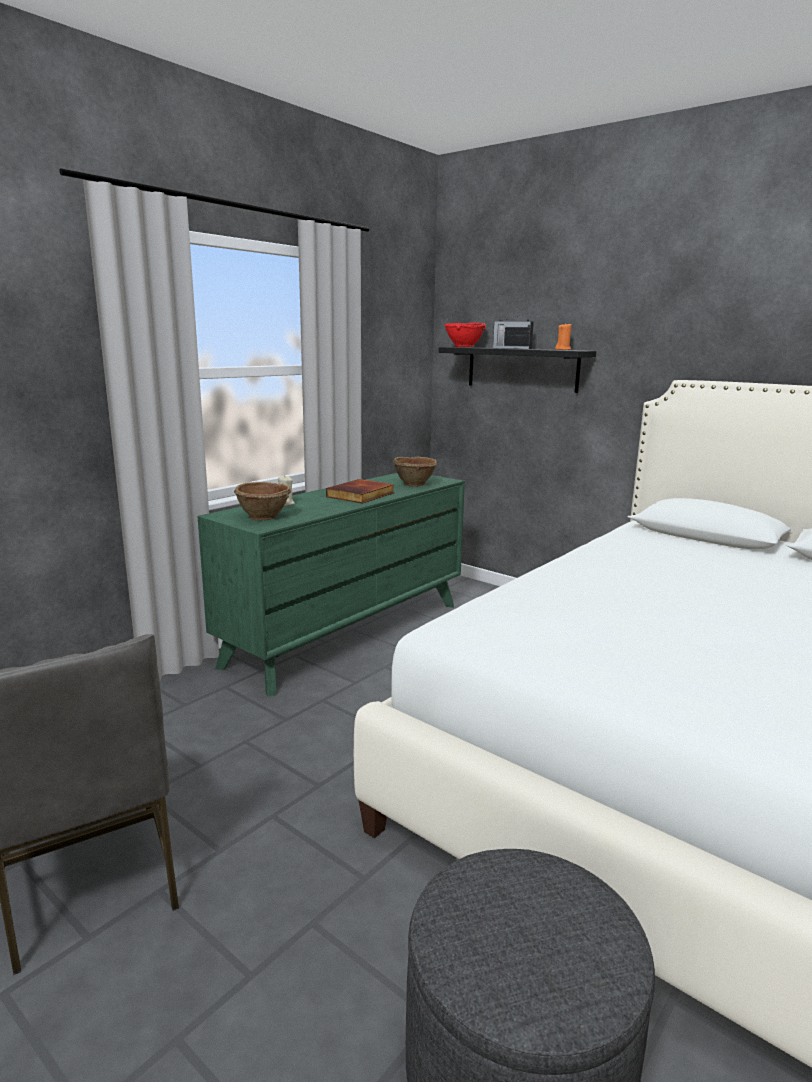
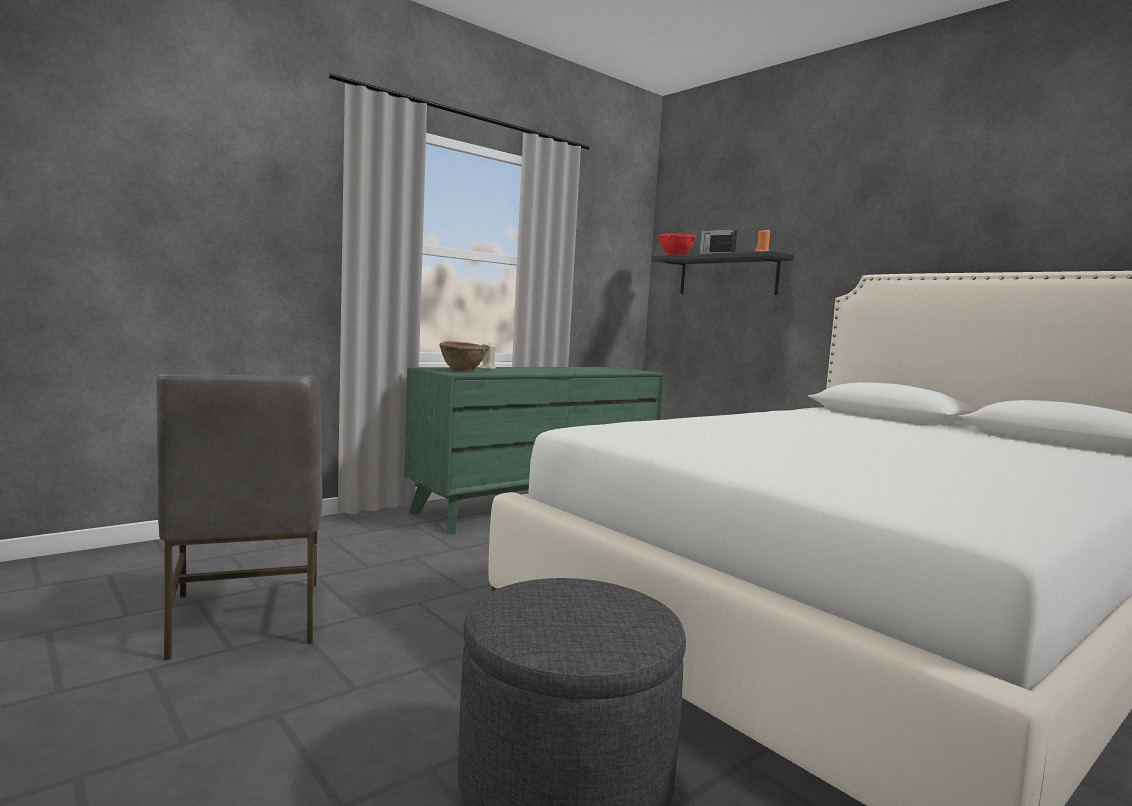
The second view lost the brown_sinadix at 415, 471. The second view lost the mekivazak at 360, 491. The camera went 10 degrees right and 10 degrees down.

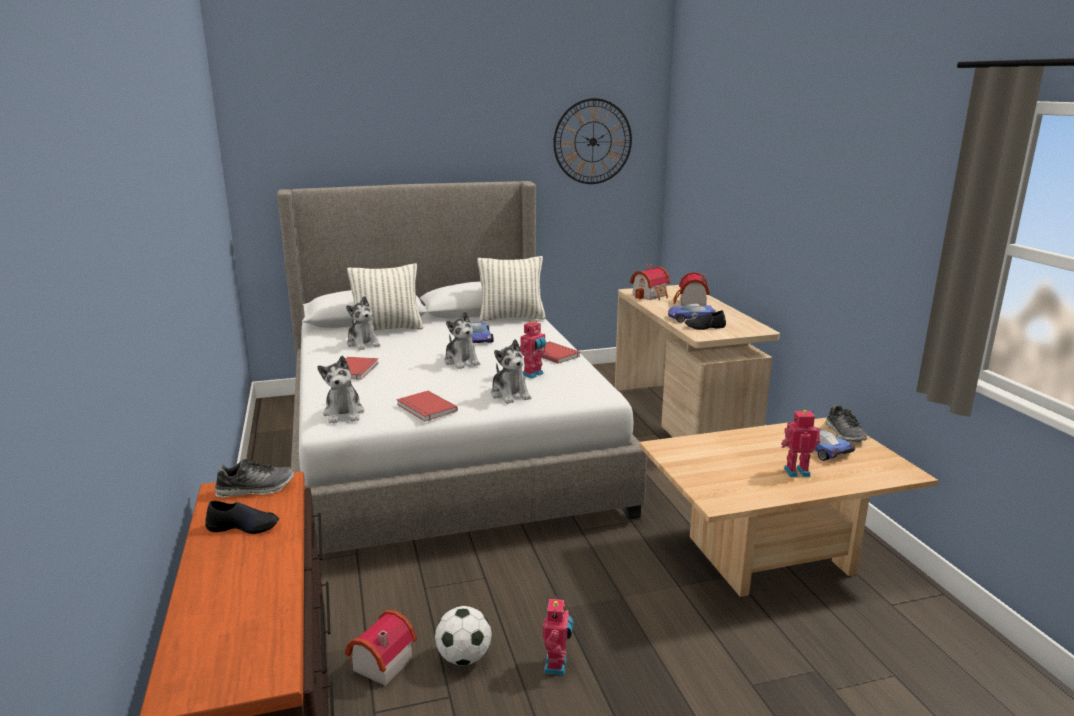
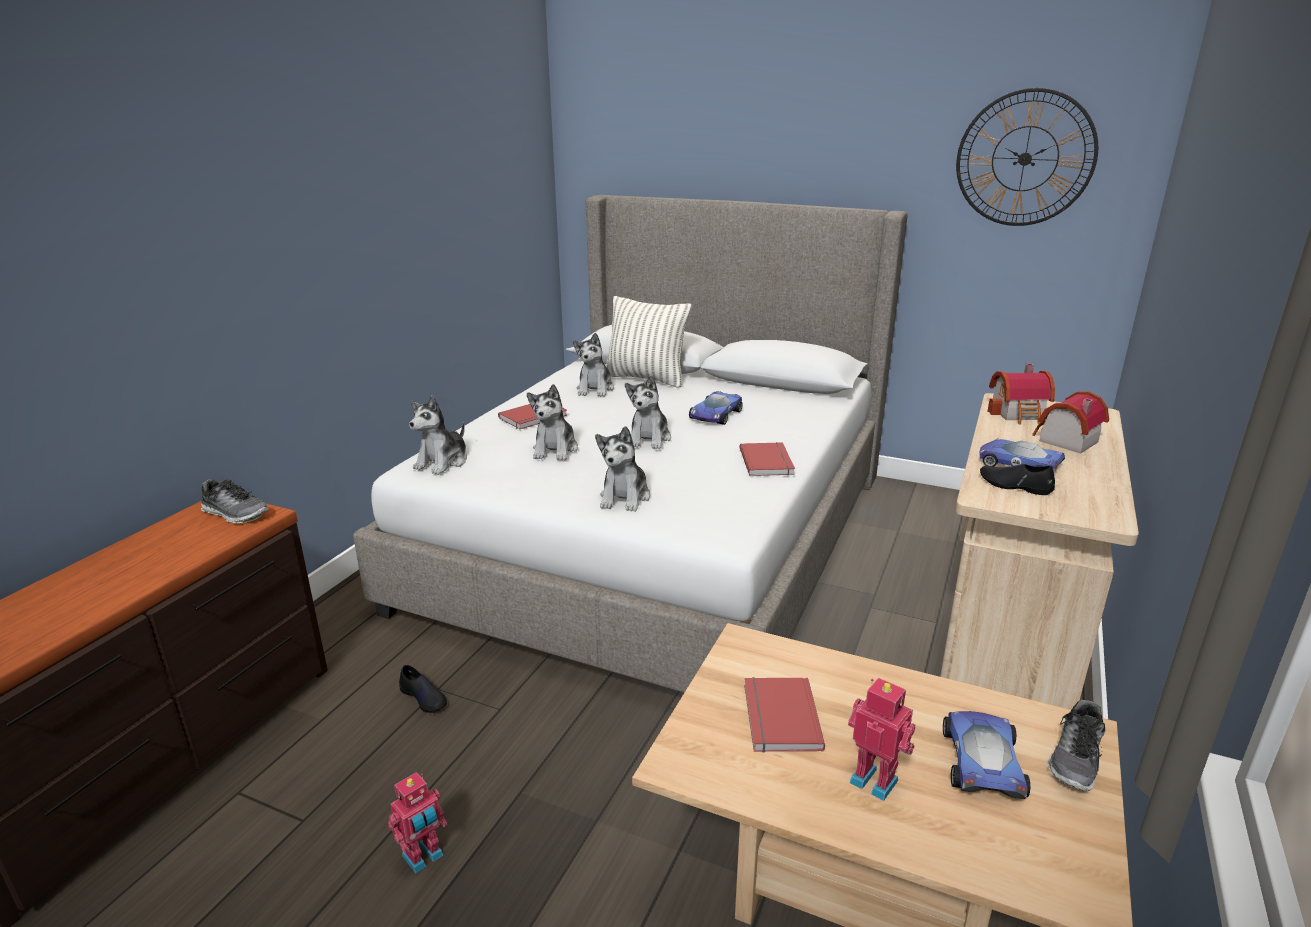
The second view lost the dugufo at 511, 289. The second view lost the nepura at 533, 349. The red_mekivazak ended up elsewhere, having gone from 427, 406 to 784, 714. The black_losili ended up elsewhere, having gone from 242, 517 to 423, 689. The second view lost the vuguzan at 463, 636. The second view lost the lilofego at 381, 648. The second view gained the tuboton at 552, 422. The camera went 40 degrees right and 5 degrees up.

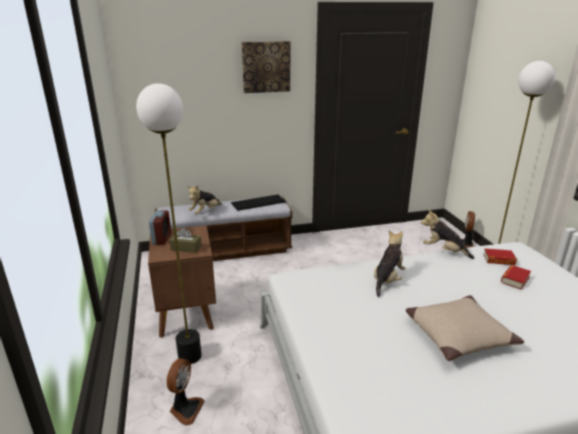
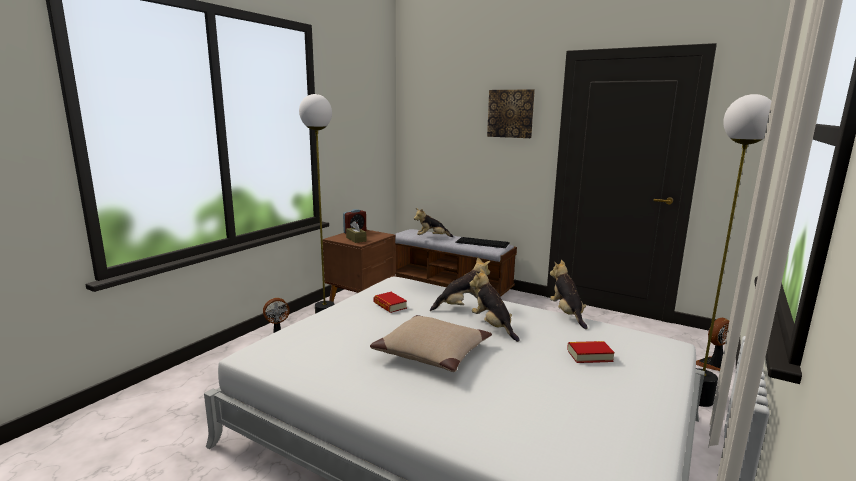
The mekivazak ended up elsewhere, having gone from 500, 257 to 390, 302. The second view gained the tuboton at 494, 305. The camera went 45 degrees right and 10 degrees down.

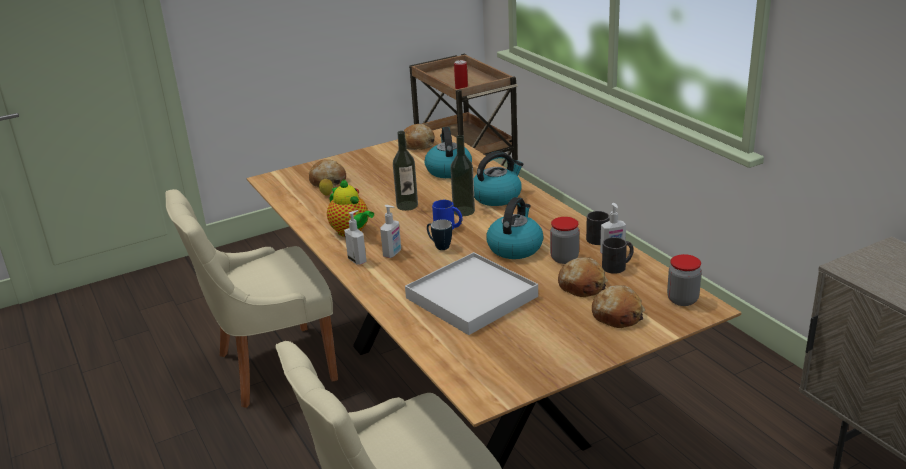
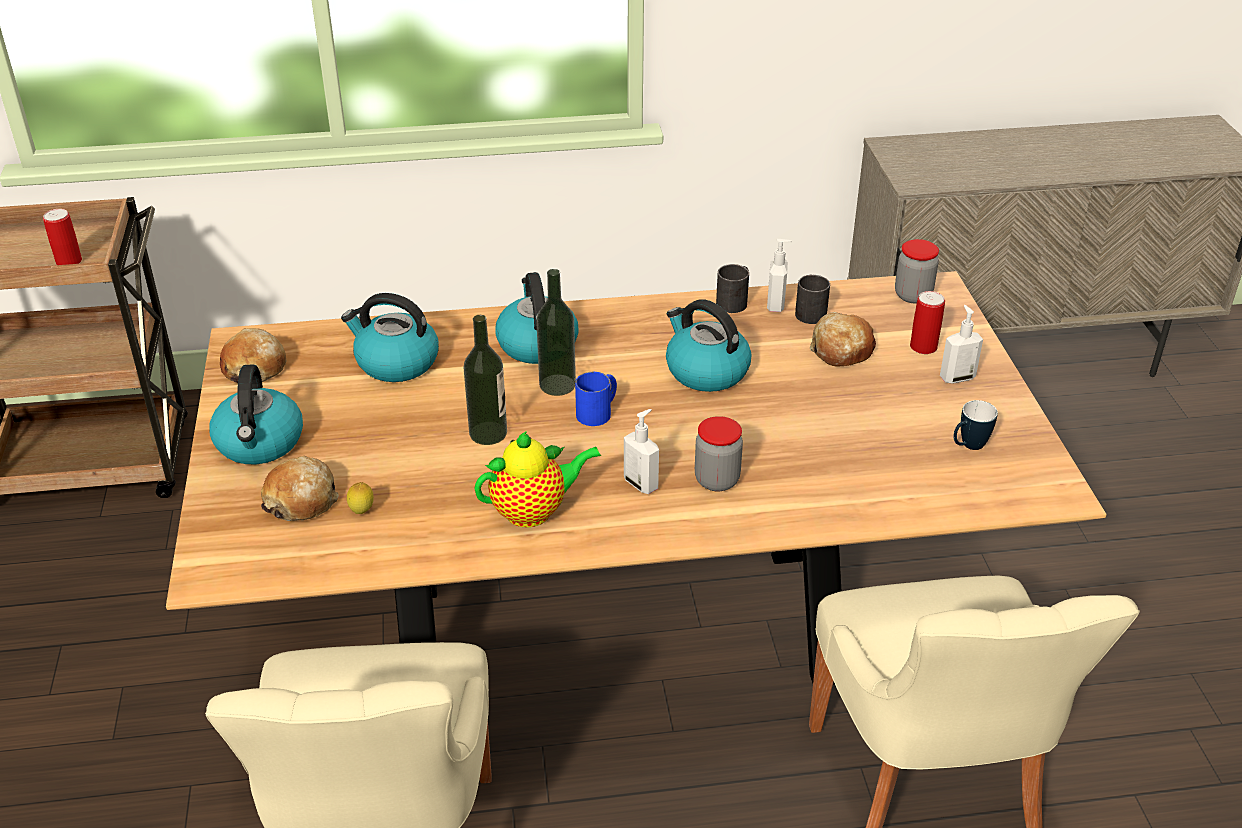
The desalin ended up elsewhere, having gone from 355, 237 to 961, 344. The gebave ended up elsewhere, having gone from 564, 240 to 719, 453. The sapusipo ended up elsewhere, having gone from 439, 234 to 976, 425. The second view lost the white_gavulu at 471, 293. Where the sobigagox stood at 618, 306, the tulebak came to stand at 927, 322. The second view gained the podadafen at 256, 414. The camera went 70 degrees left and 10 degrees up.

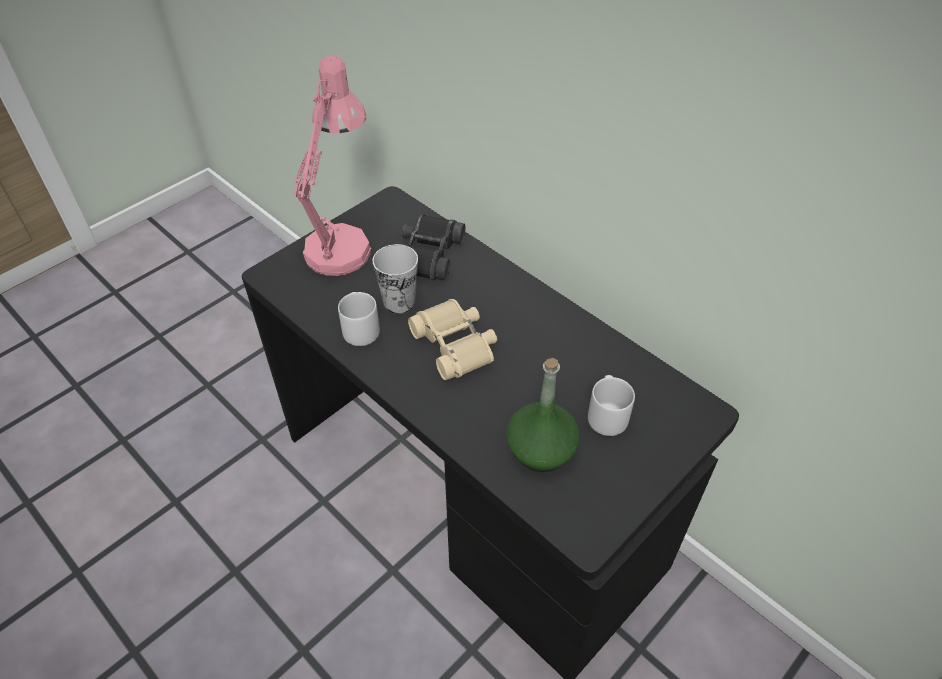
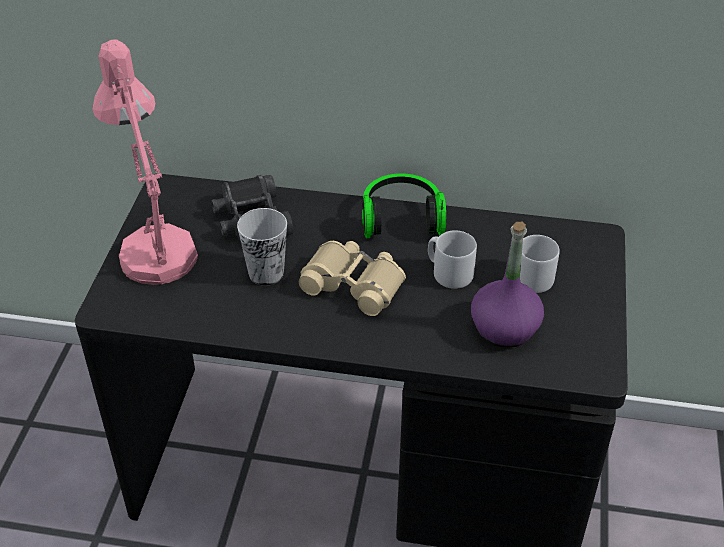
The grey_sapusipo ended up elsewhere, having gone from 359, 319 to 452, 259. What was the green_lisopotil at 543, 415 turned into the purple_lisopotil at 507, 285. The second view gained the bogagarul at 404, 205. The camera went 35 degrees left and 5 degrees down.

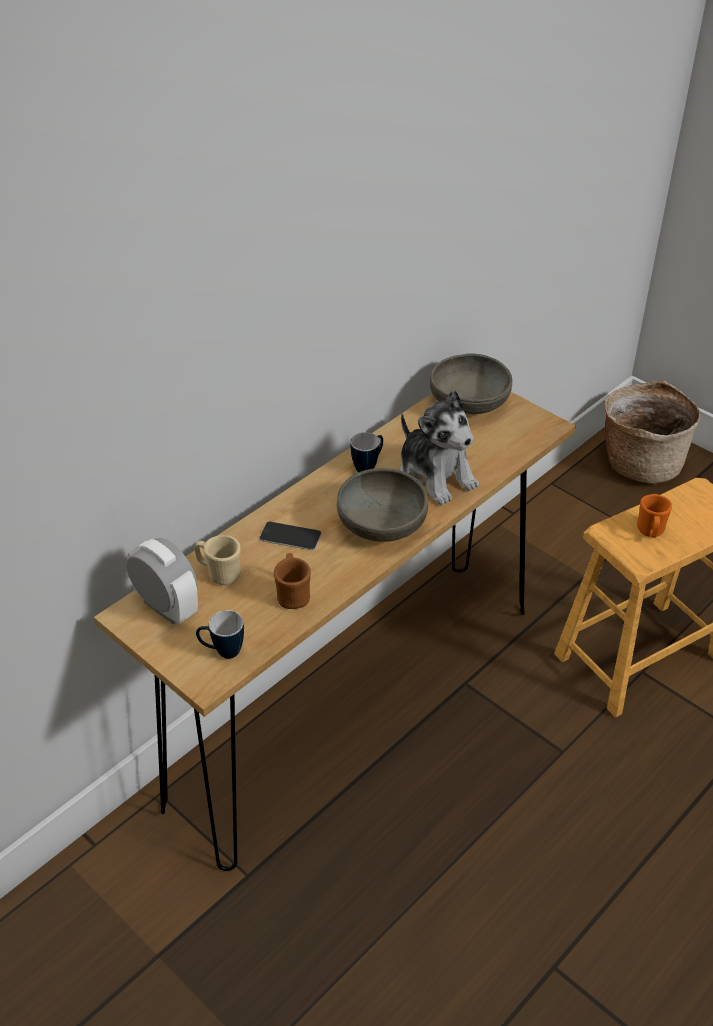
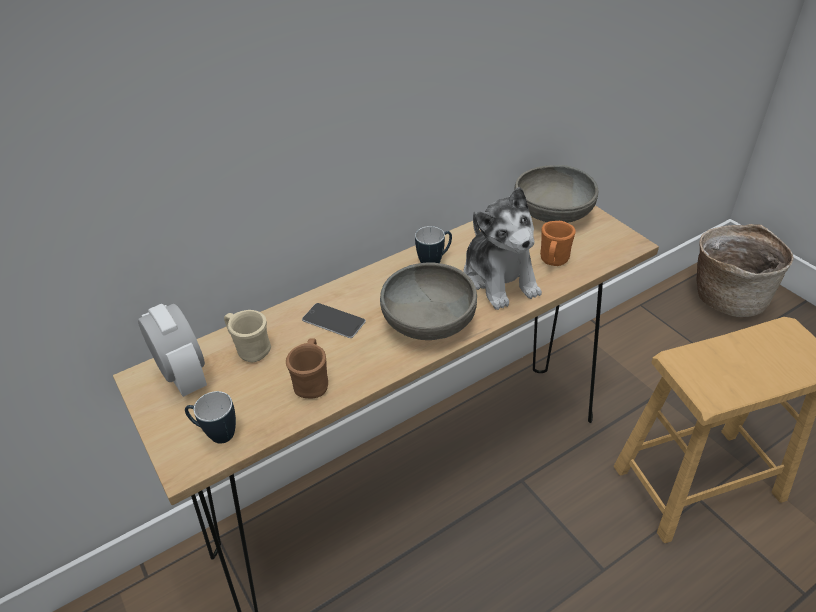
The orange_sapusipo ended up elsewhere, having gone from 654, 516 to 558, 243. The camera went 15 degrees right and 0 degrees up.

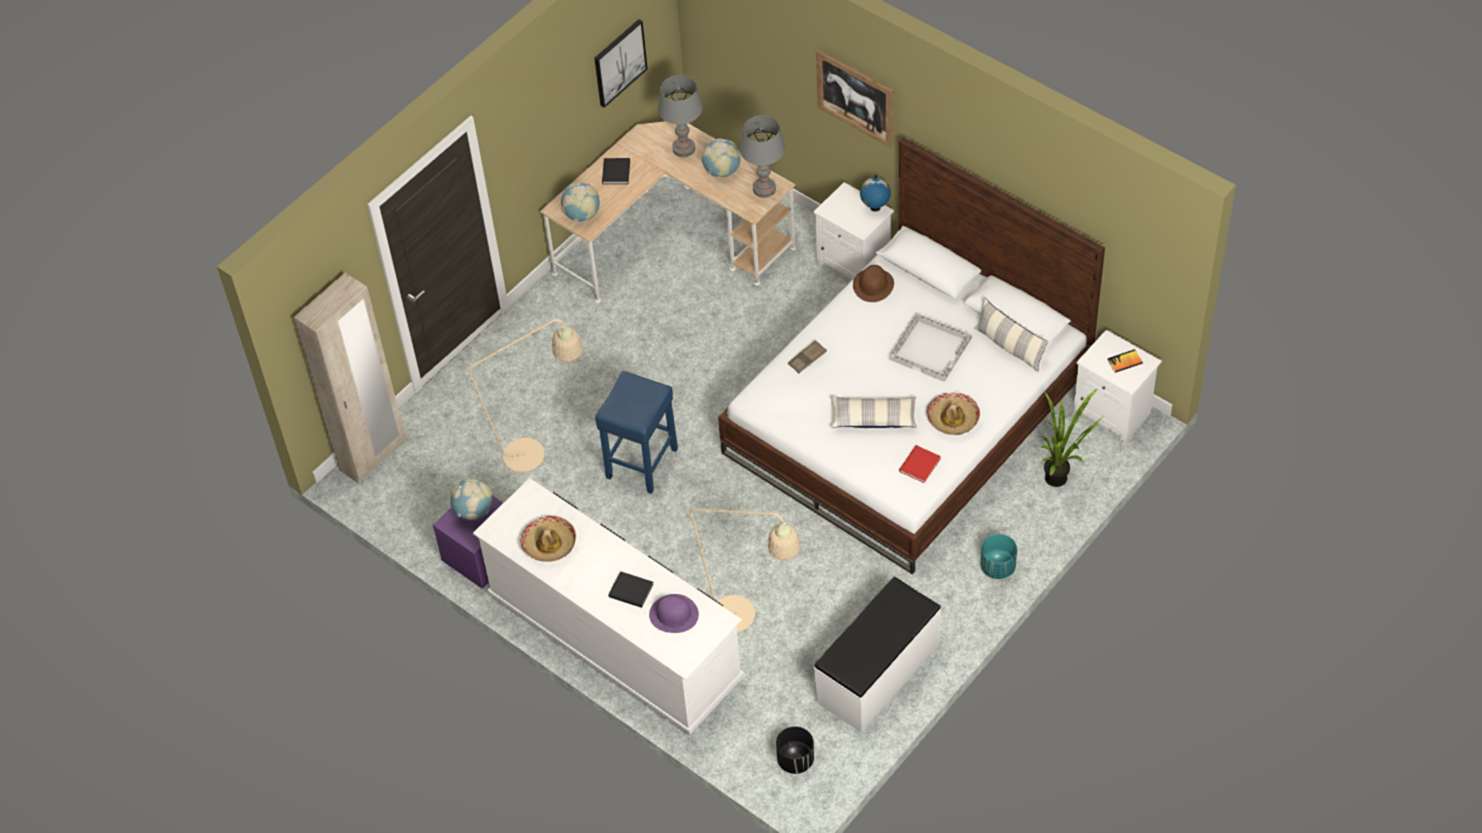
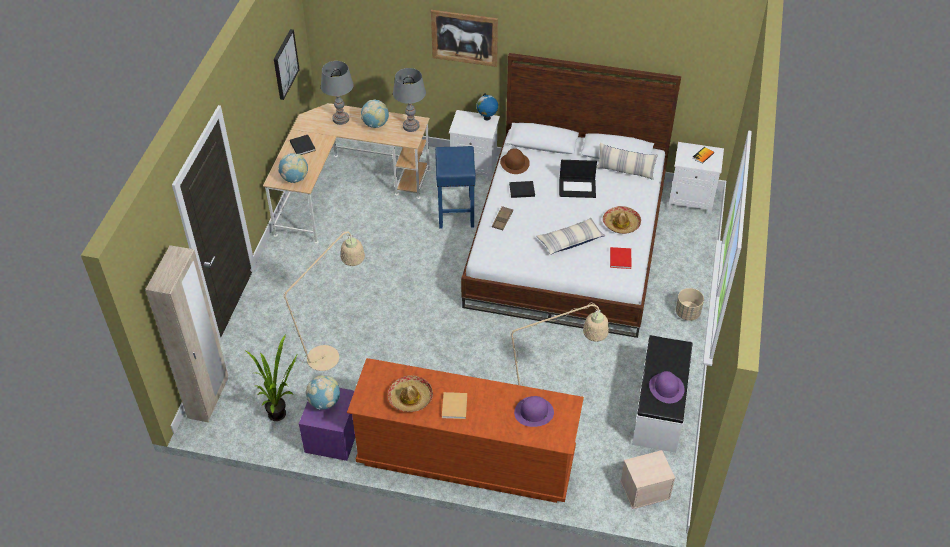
Where the white_gavulu stood at 930, 347, the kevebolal came to stand at 578, 179. The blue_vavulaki ended up elsewhere, having gone from 636, 432 to 455, 187. The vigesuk ended up elsewhere, having gone from 1071, 438 to 272, 377. What was the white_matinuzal at 608, 606 turned into the brown_matinuzal at 465, 430. What was the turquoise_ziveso at 998, 556 turned into the beige_ziveso at 690, 304. The black_mekivazak ended up elsewhere, having gone from 631, 589 to 522, 189. Where the black_ziveso stood at 795, 750, the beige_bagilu came to stand at 647, 479. The second view gained the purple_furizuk at 667, 387. The second view gained the beige_mekivazak at 454, 405. The camera went 30 degrees left and 5 degrees down.

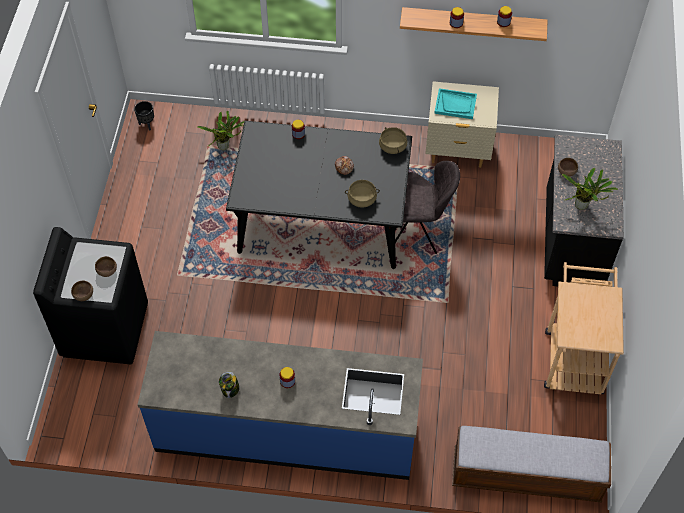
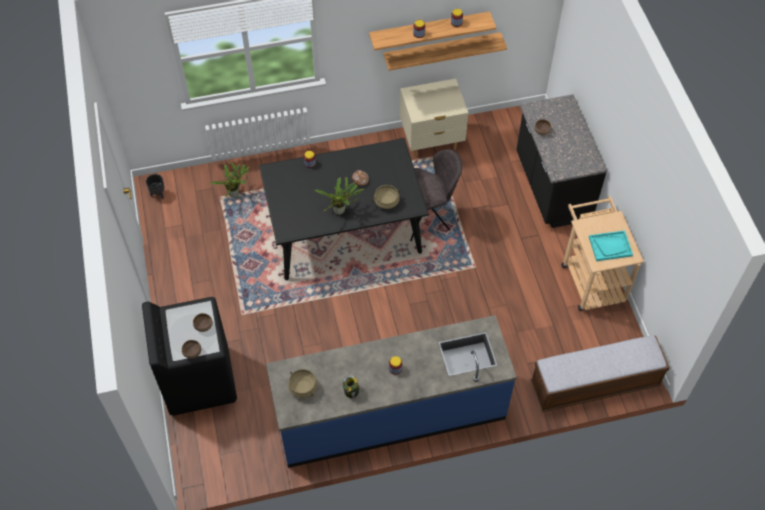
The turquoise_gavulu ended up elsewhere, having gone from 455, 103 to 611, 245. The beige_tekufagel ended up elsewhere, having gone from 393, 140 to 302, 383. The vigesuk ended up elsewhere, having gone from 590, 189 to 340, 196. The second view gained the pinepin at 445, 51. The camera went 20 degrees left and 0 degrees up.

